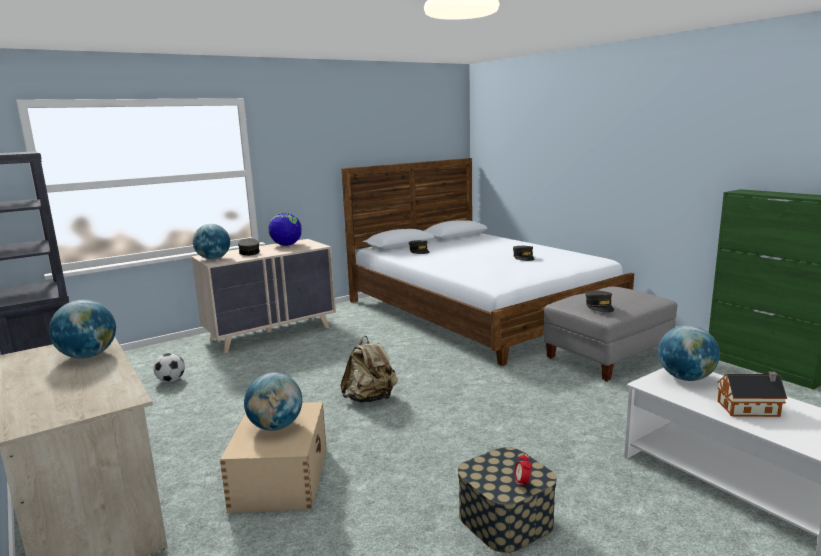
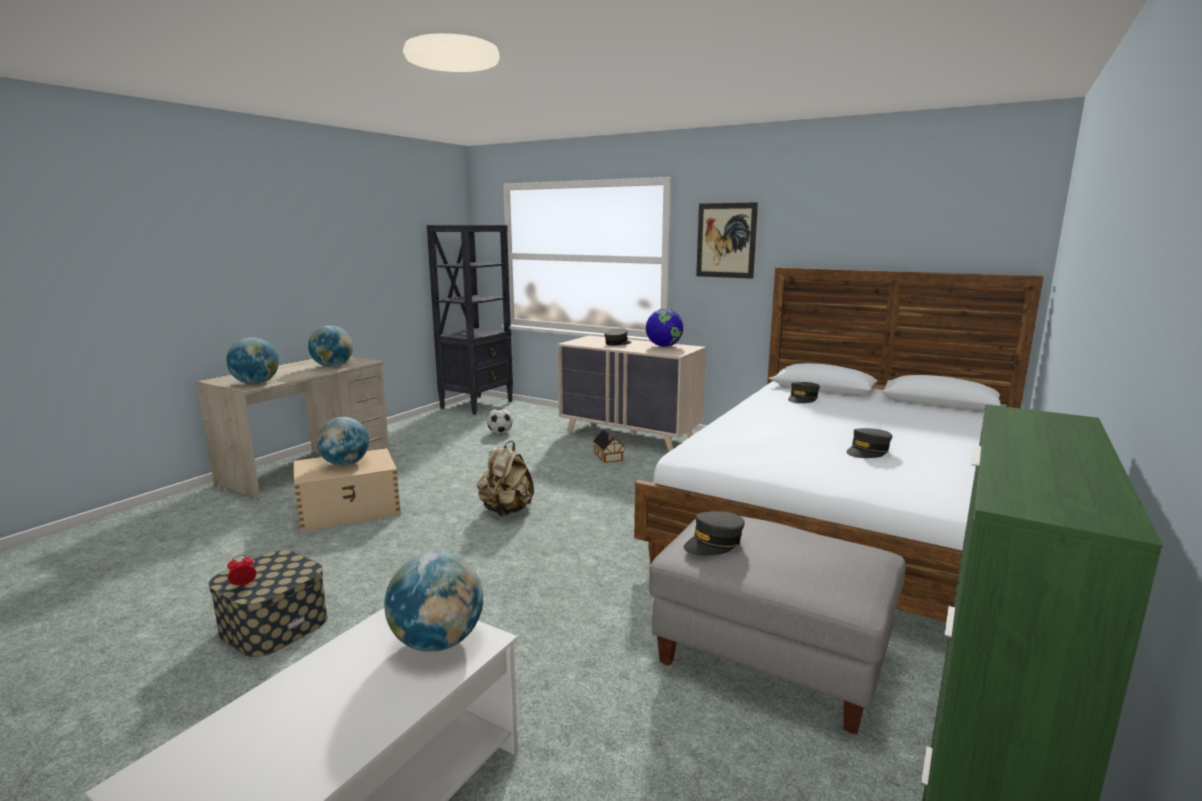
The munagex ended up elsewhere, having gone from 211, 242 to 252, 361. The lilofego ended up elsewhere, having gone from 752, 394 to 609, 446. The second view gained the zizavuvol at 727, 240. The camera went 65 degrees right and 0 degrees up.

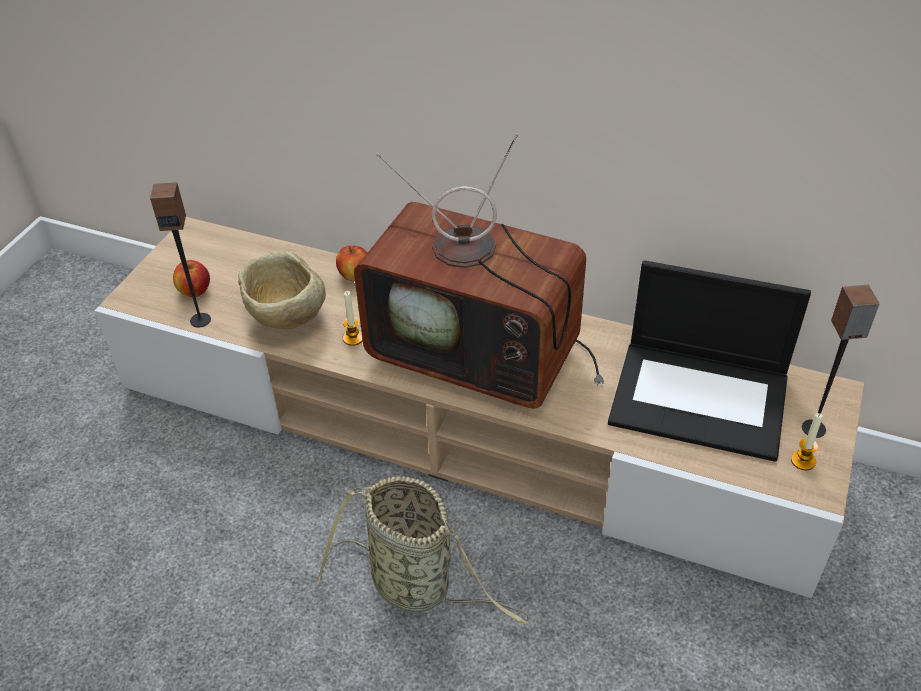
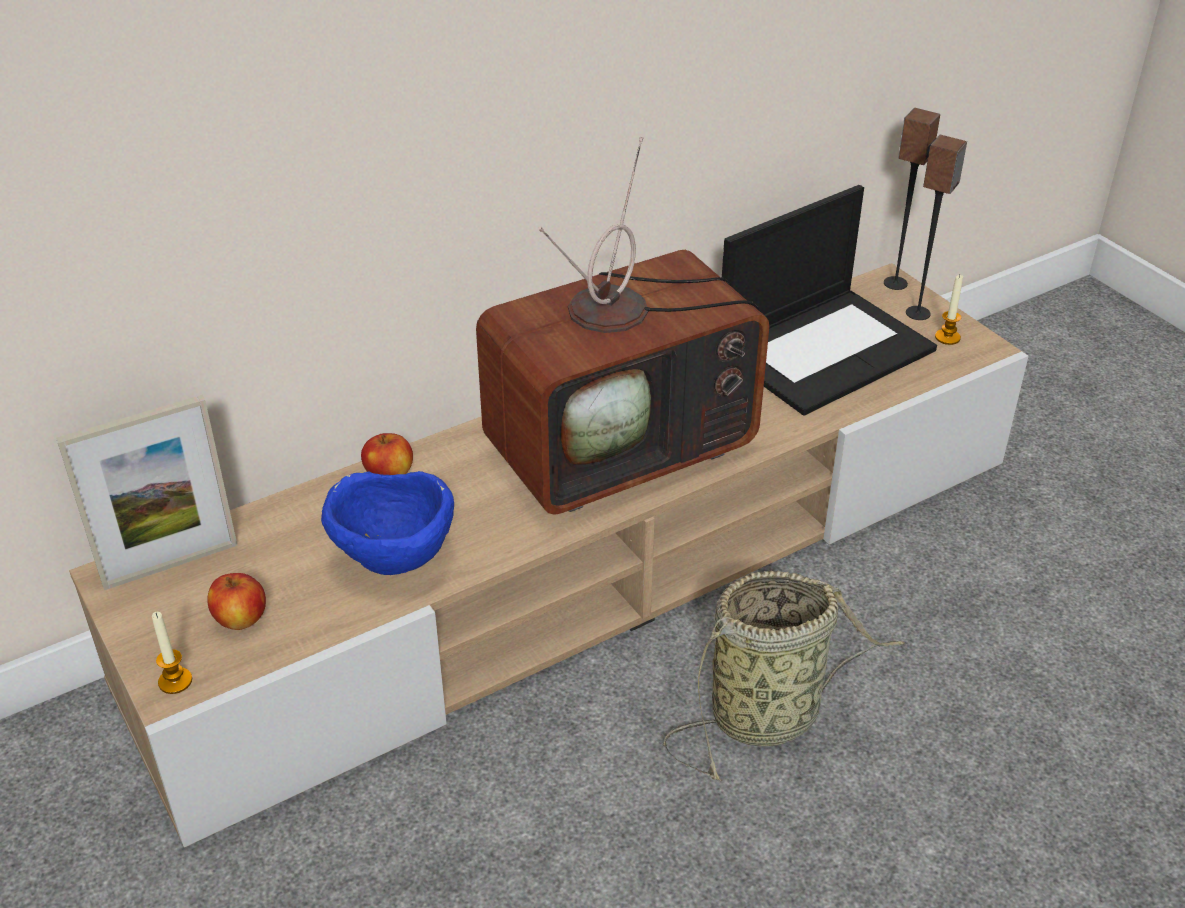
The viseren ended up elsewhere, having gone from 180, 254 to 912, 199. What was the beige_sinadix at 282, 290 turned into the blue_sinadix at 387, 523. The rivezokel ended up elsewhere, having gone from 353, 318 to 172, 653. The second view gained the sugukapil at 147, 492. The camera went 55 degrees left and 5 degrees down.

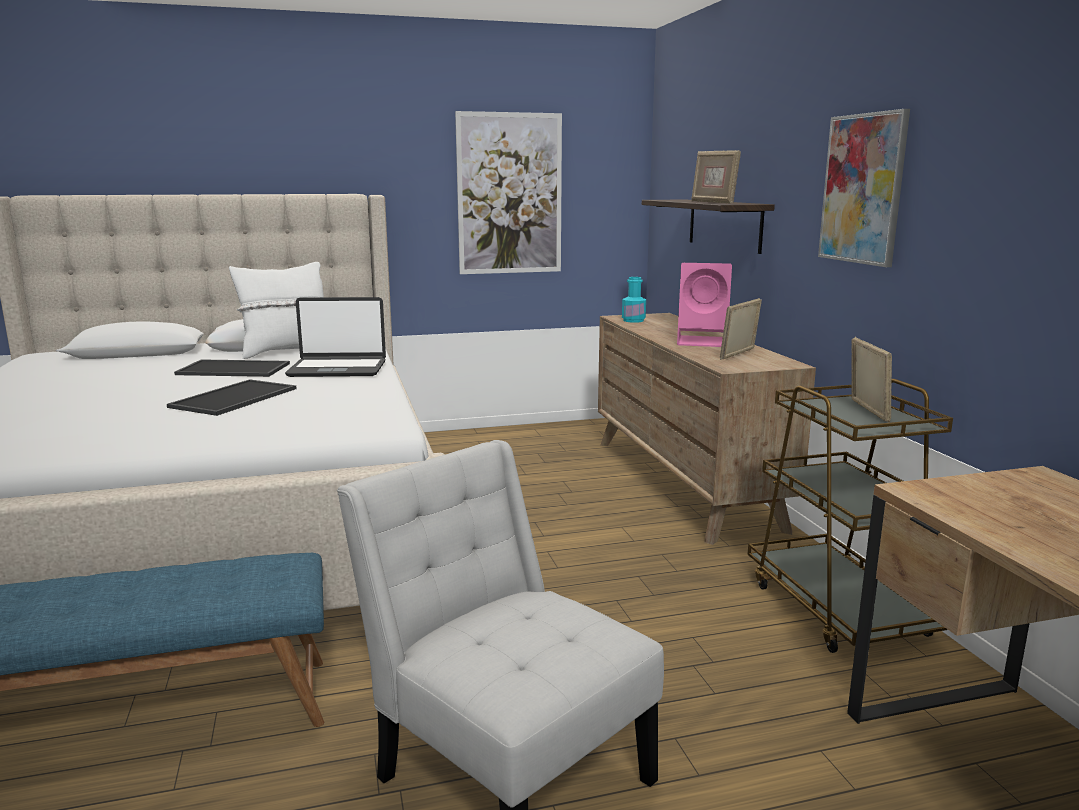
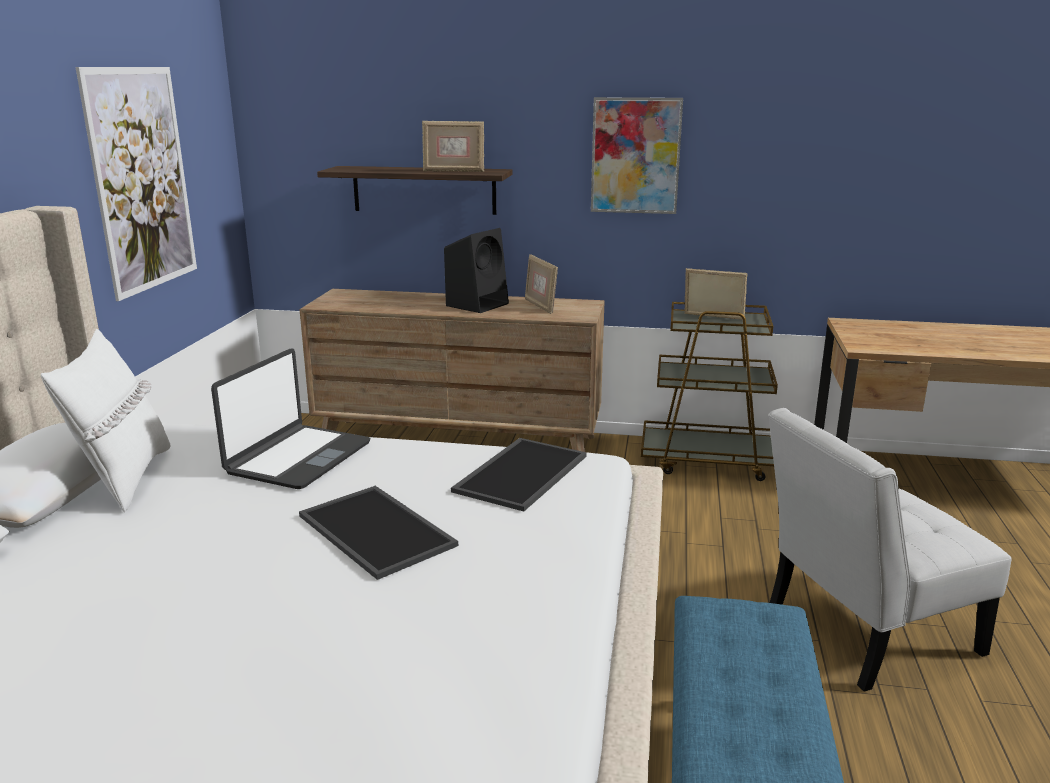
What was the pink_viseren at 704, 305 turned into the black_viseren at 476, 270. The second view lost the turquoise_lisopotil at 634, 300. The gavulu ended up elsewhere, having gone from 232, 368 to 519, 474. The camera went 65 degrees left and 5 degrees up.

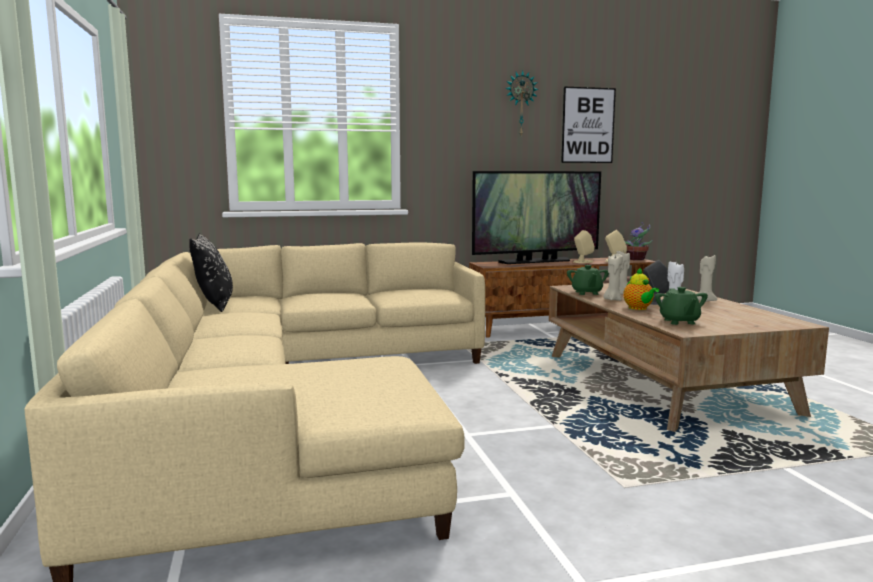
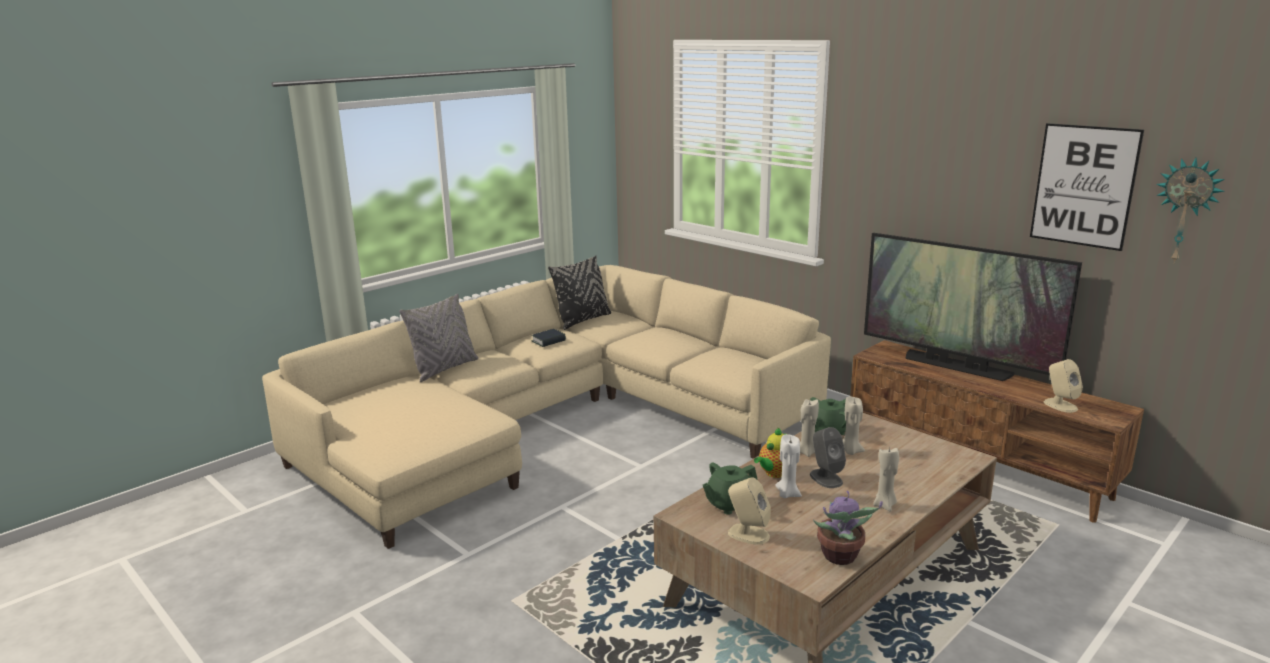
The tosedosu ended up elsewhere, having gone from 522, 103 to 1190, 210. The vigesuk ended up elsewhere, having gone from 638, 241 to 848, 528. The beige_viseren ended up elsewhere, having gone from 584, 246 to 749, 511. The second view gained the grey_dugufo at 438, 337. The second view gained the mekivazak at 549, 338. The camera went 60 degrees right and 10 degrees up.

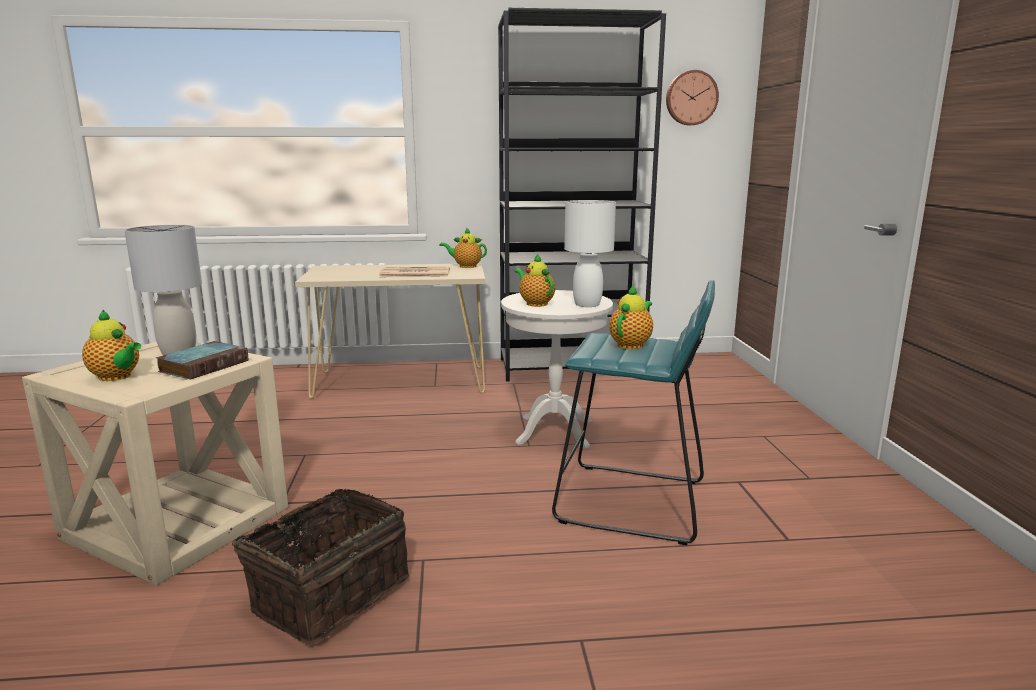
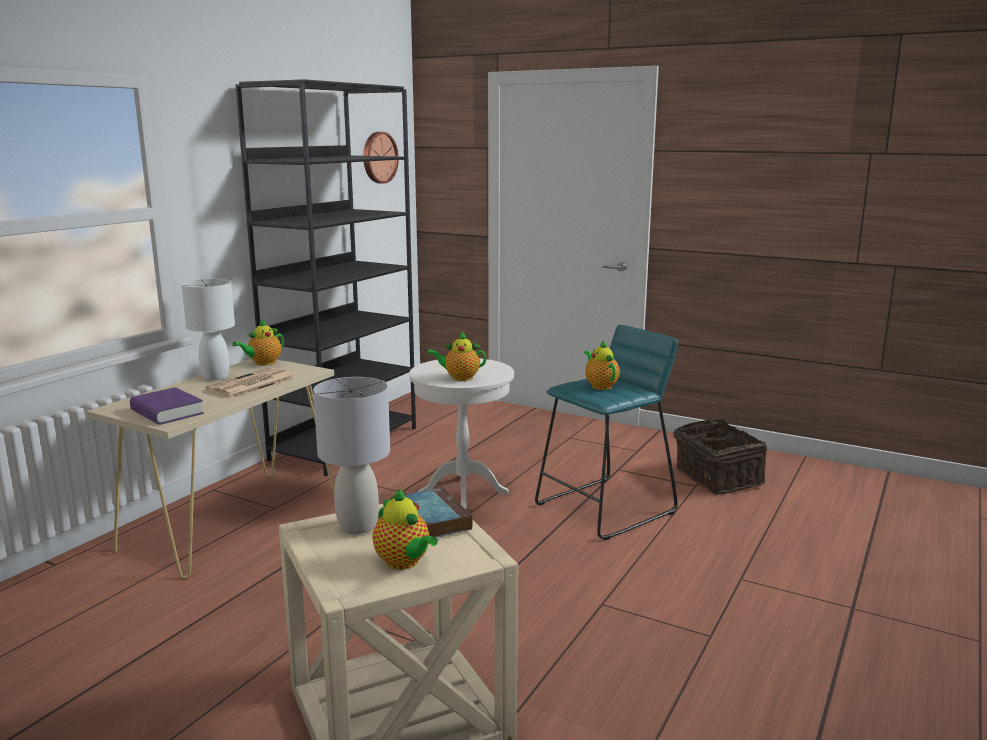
The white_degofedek ended up elsewhere, having gone from 590, 253 to 208, 329. The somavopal at 111, 345 ended up facing another way, 75 degrees clockwise from before. The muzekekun ended up elsewhere, having gone from 319, 567 to 720, 457. The second view gained the purple_mekivazak at 167, 406. The camera went 55 degrees left and 0 degrees up.

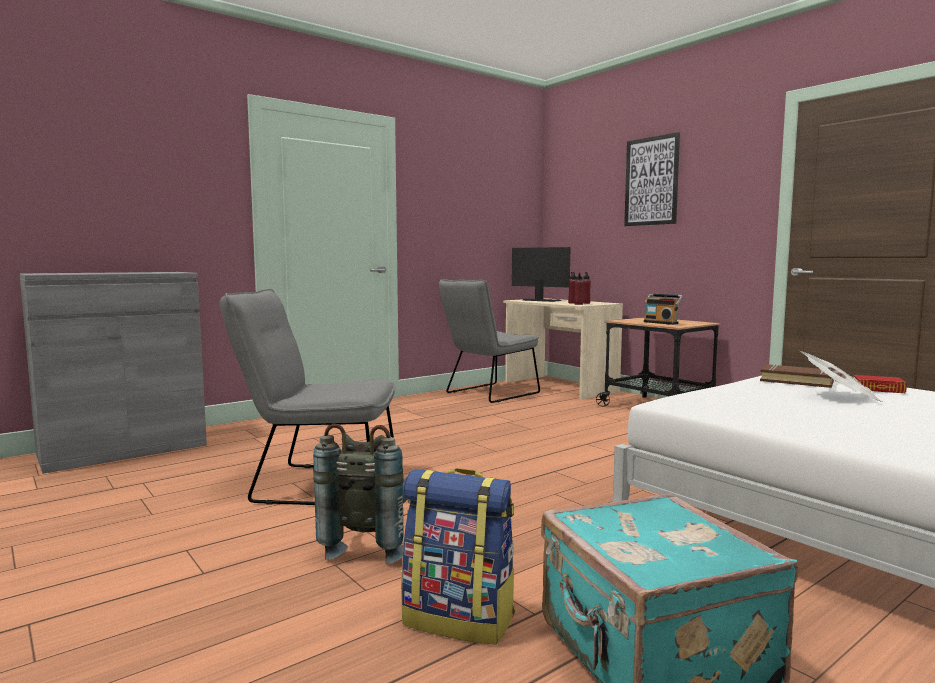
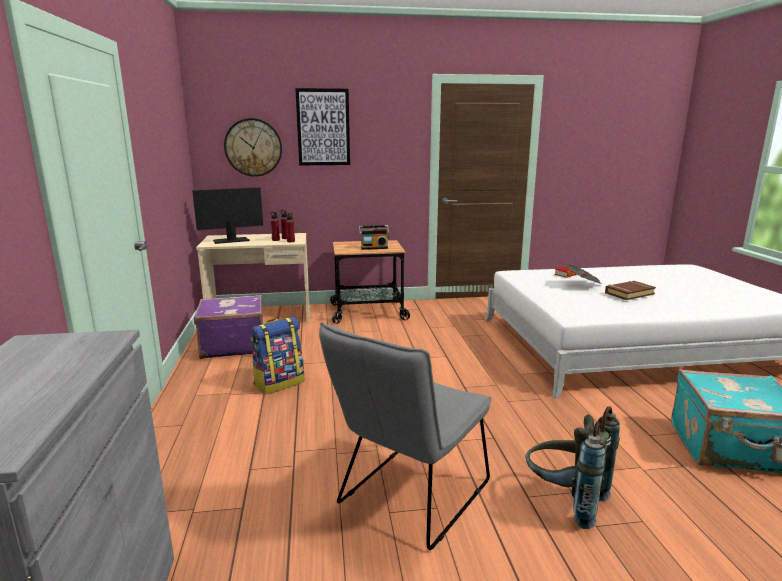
Where the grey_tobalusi stood at 489, 341, the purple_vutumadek came to stand at 228, 327. The brown_mekivazak ended up elsewhere, having gone from 797, 376 to 630, 290. The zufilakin ended up elsewhere, having gone from 458, 556 to 277, 355. The second view gained the tosedosu at 253, 147. The camera went 60 degrees left and 10 degrees up.

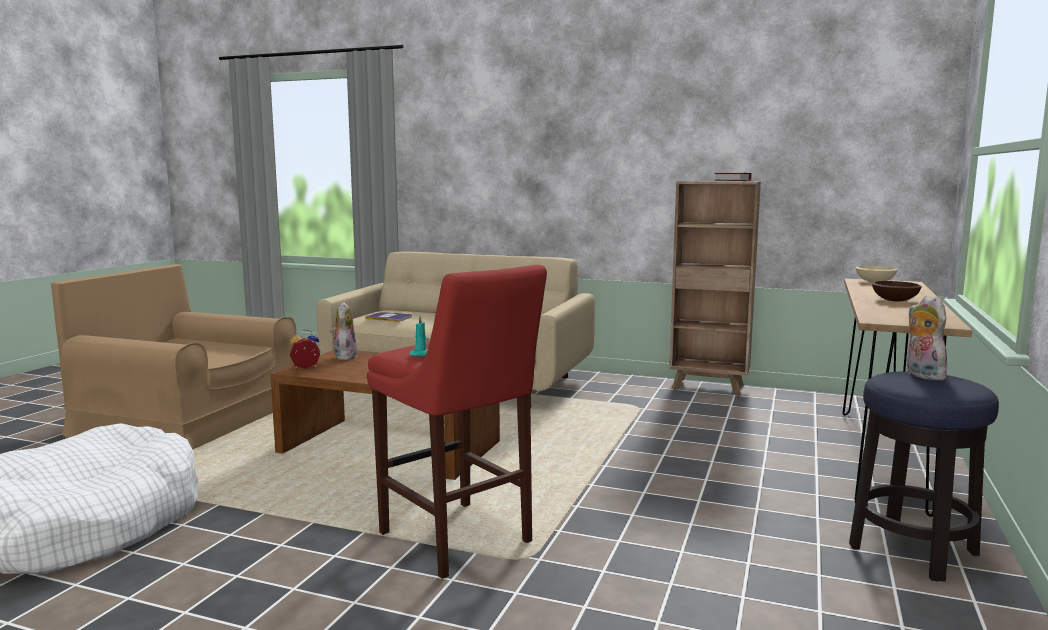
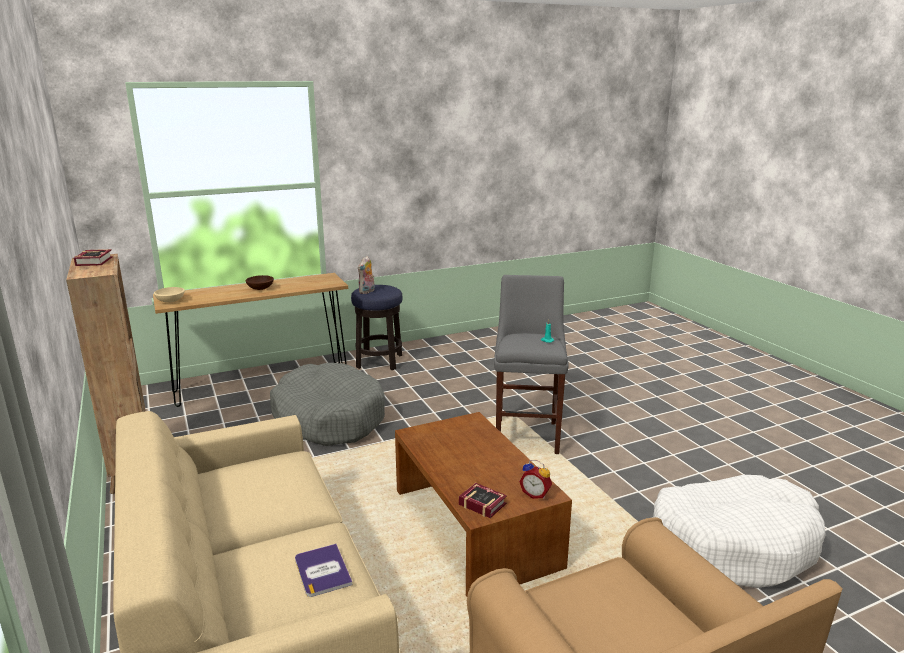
What was the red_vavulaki at 457, 422 turned into the grey_vavulaki at 531, 364. Where the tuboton stood at 343, 331, the mekivazak came to stand at 483, 500. The second view gained the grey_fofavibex at 327, 404. The camera went 135 degrees left and 10 degrees up.

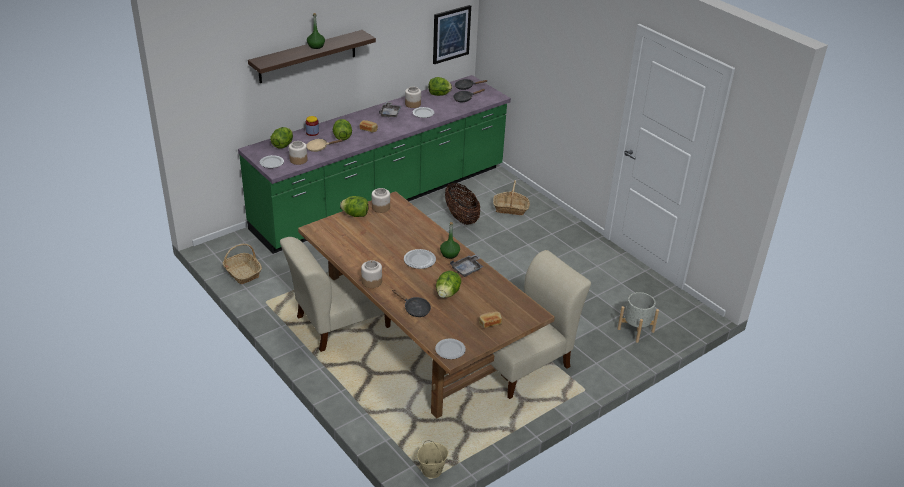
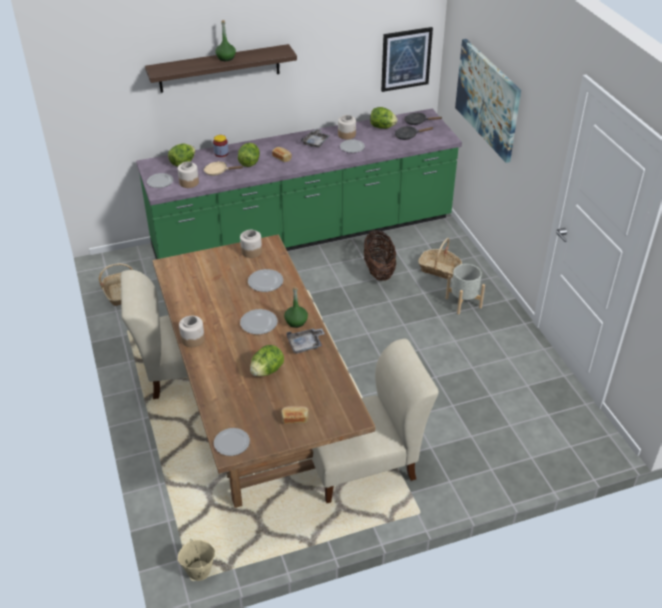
The second view lost the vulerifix at 354, 206. The second view lost the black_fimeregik at 412, 303. The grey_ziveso ended up elsewhere, having gone from 638, 317 to 465, 289. The second view gained the zizavuvol at 488, 101. The second view gained the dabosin at 265, 280. The camera went 20 degrees right and 5 degrees up.

